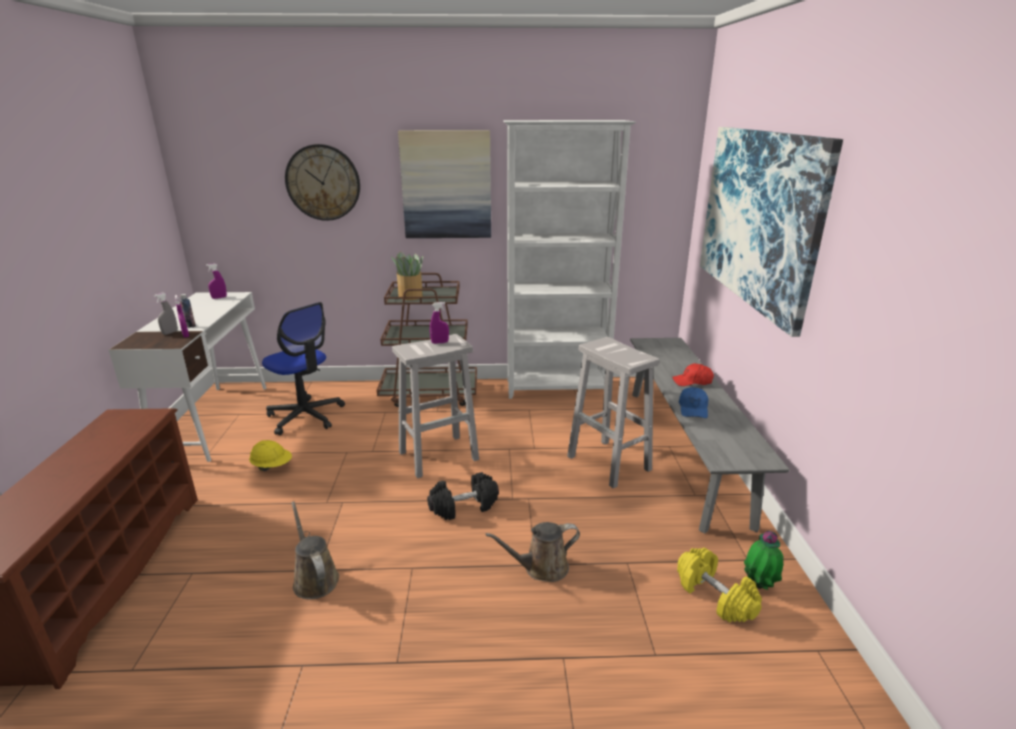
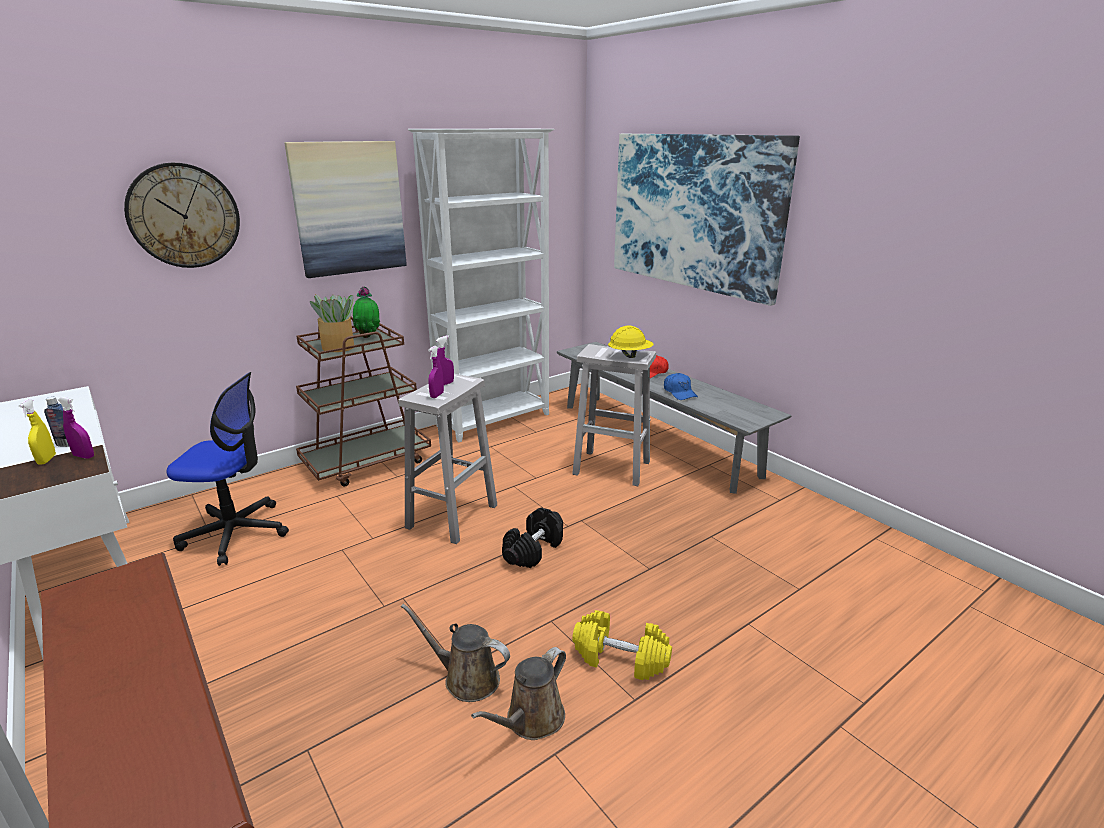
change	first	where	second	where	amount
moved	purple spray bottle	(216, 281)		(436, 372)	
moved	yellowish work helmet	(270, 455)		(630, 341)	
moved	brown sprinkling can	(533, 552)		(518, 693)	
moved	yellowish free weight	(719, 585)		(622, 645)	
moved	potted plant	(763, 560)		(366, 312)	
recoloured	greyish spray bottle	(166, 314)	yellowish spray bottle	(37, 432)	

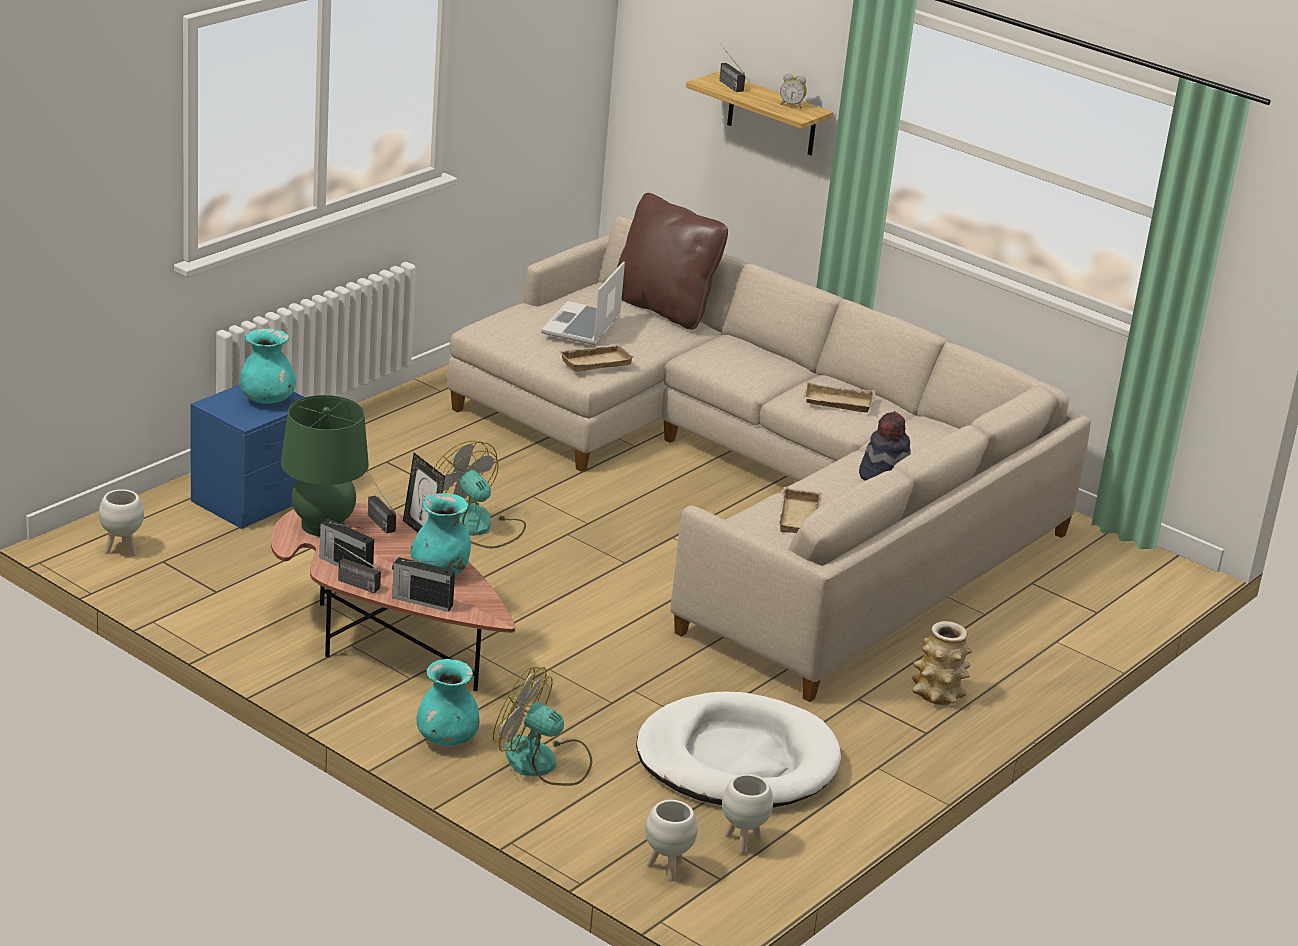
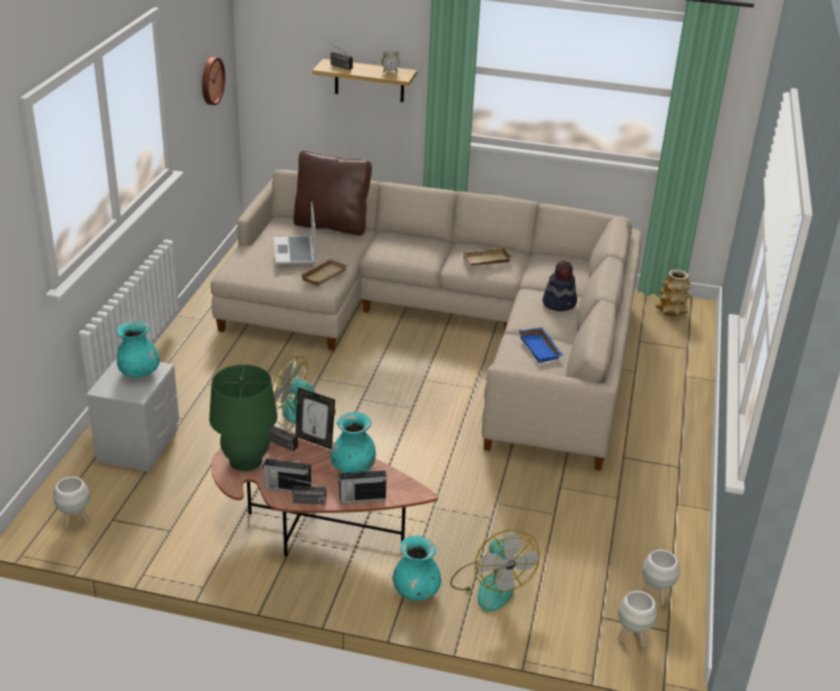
change	first	where	second	where	amount
removed	white-coloured dog cushion	(738, 750)			
added			wall clock	(213, 81)	
moved	decorative vase	(942, 663)		(674, 292)	
recoloured	bluish nightstand	(248, 457)	greyish nightstand	(132, 415)	
recoloured	beige serving tray	(800, 510)	bluish serving tray	(541, 345)	
turned	fan	(542, 726)		(495, 571)	105 degrees counterclockwise

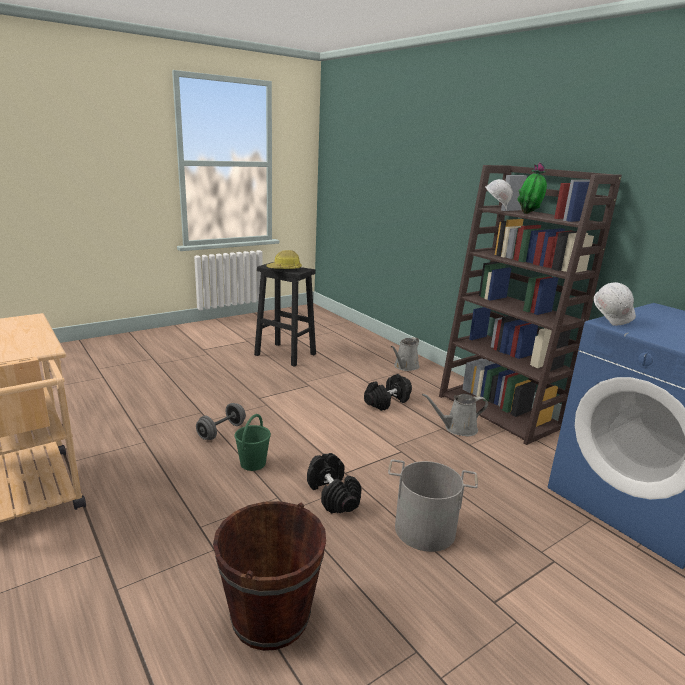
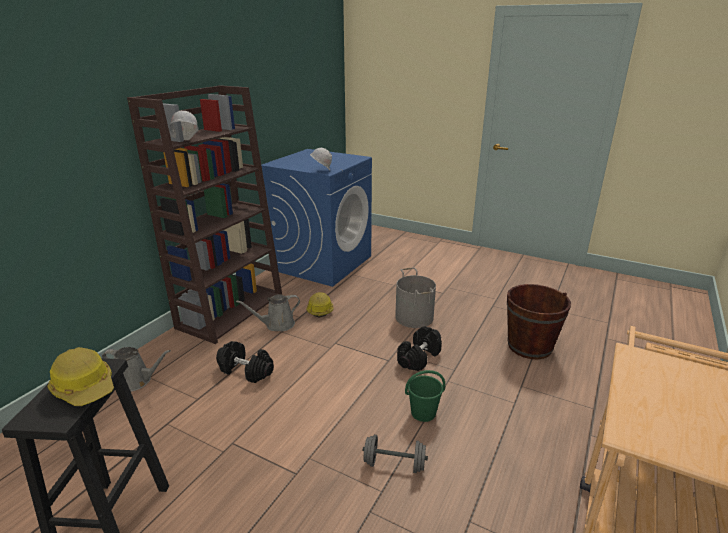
change	first	where	second	where	amount
removed	potted plant	(532, 188)			
added			work helmet	(319, 304)	
turned	greyish sprinkling can	(455, 415)		(268, 312)	105 degrees clockwise

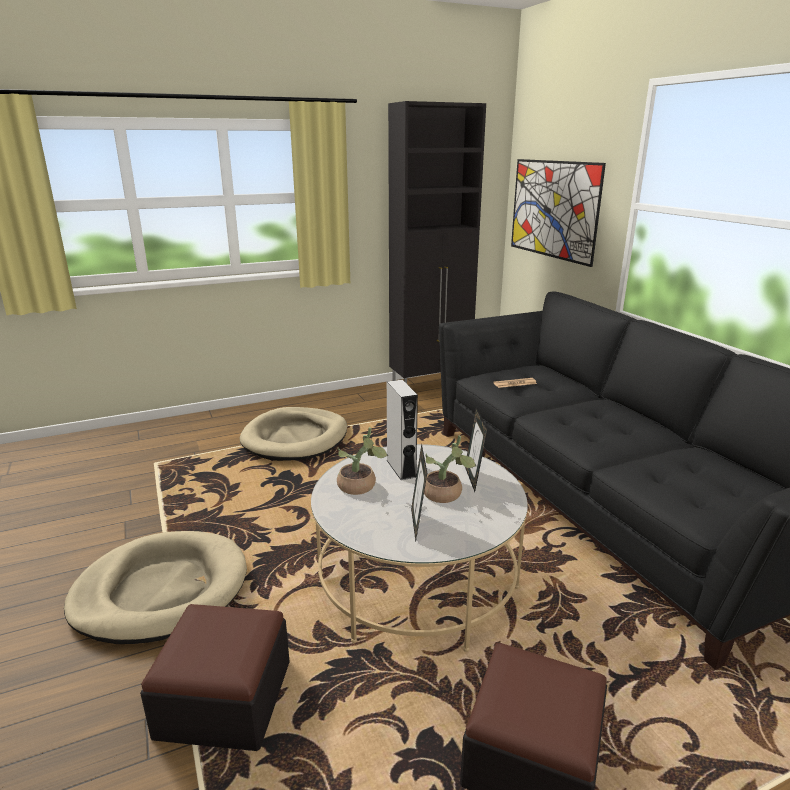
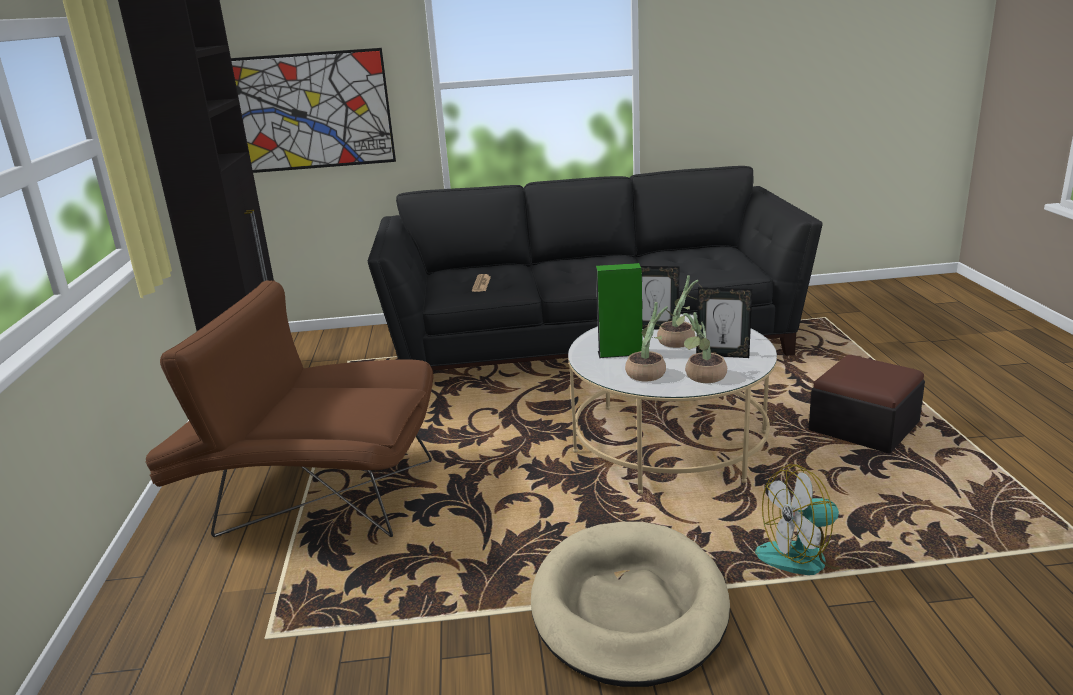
change	first	where	second	where	amount
added			potted plant	(701, 347)	
replaced	footrest	(215, 677)	fan	(804, 519)	
replaced	beige dog cushion	(293, 434)	brown lounge chair	(290, 408)	
recoloured	greyish speaker	(402, 430)	greenish speaker	(619, 310)	

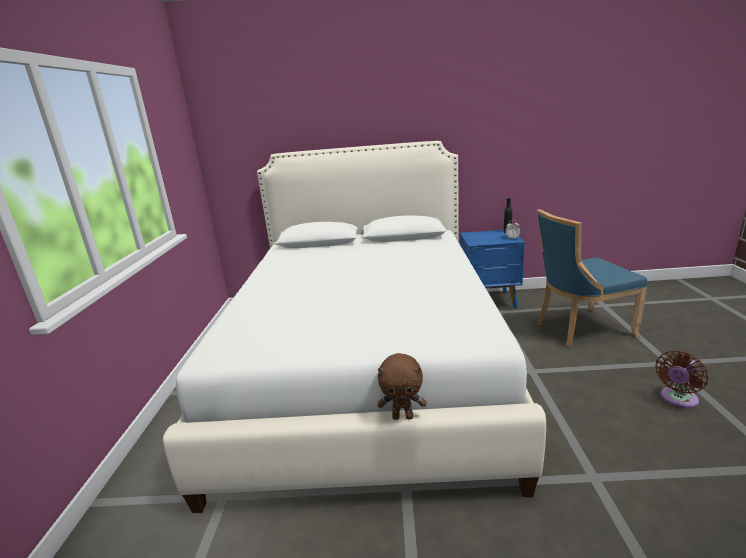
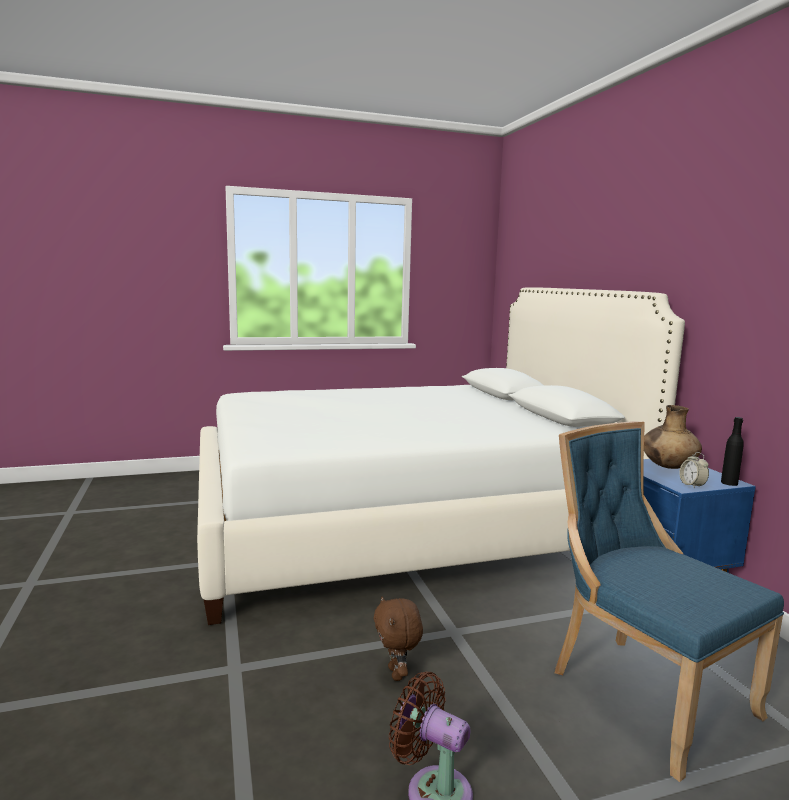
change	first	where	second	where	amount
added			brown decorative vase	(673, 437)	
moved	brown cuddly toy	(402, 386)		(398, 638)	

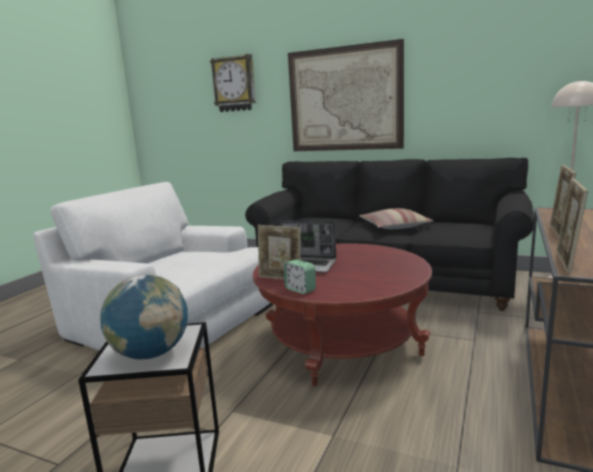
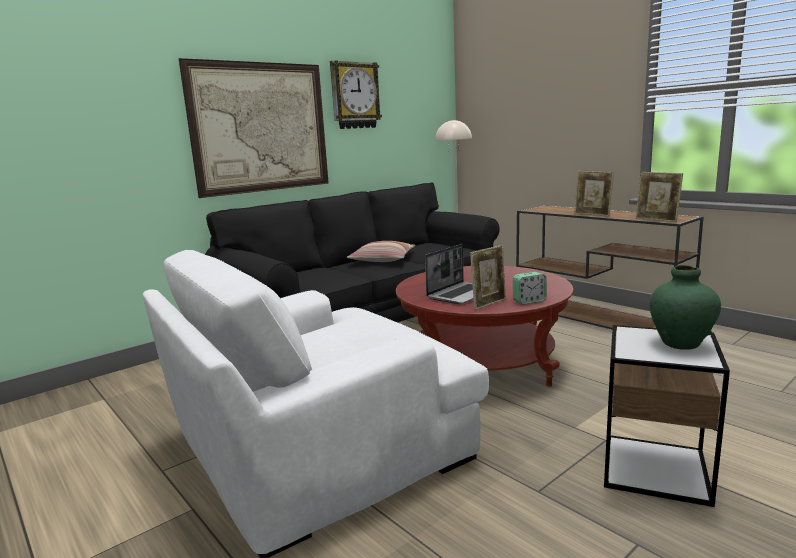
change	first	where	second	where	amount
moved	wall clock	(233, 83)		(356, 94)	
replaced	world globe	(144, 317)	greenish decorative vase	(685, 307)	

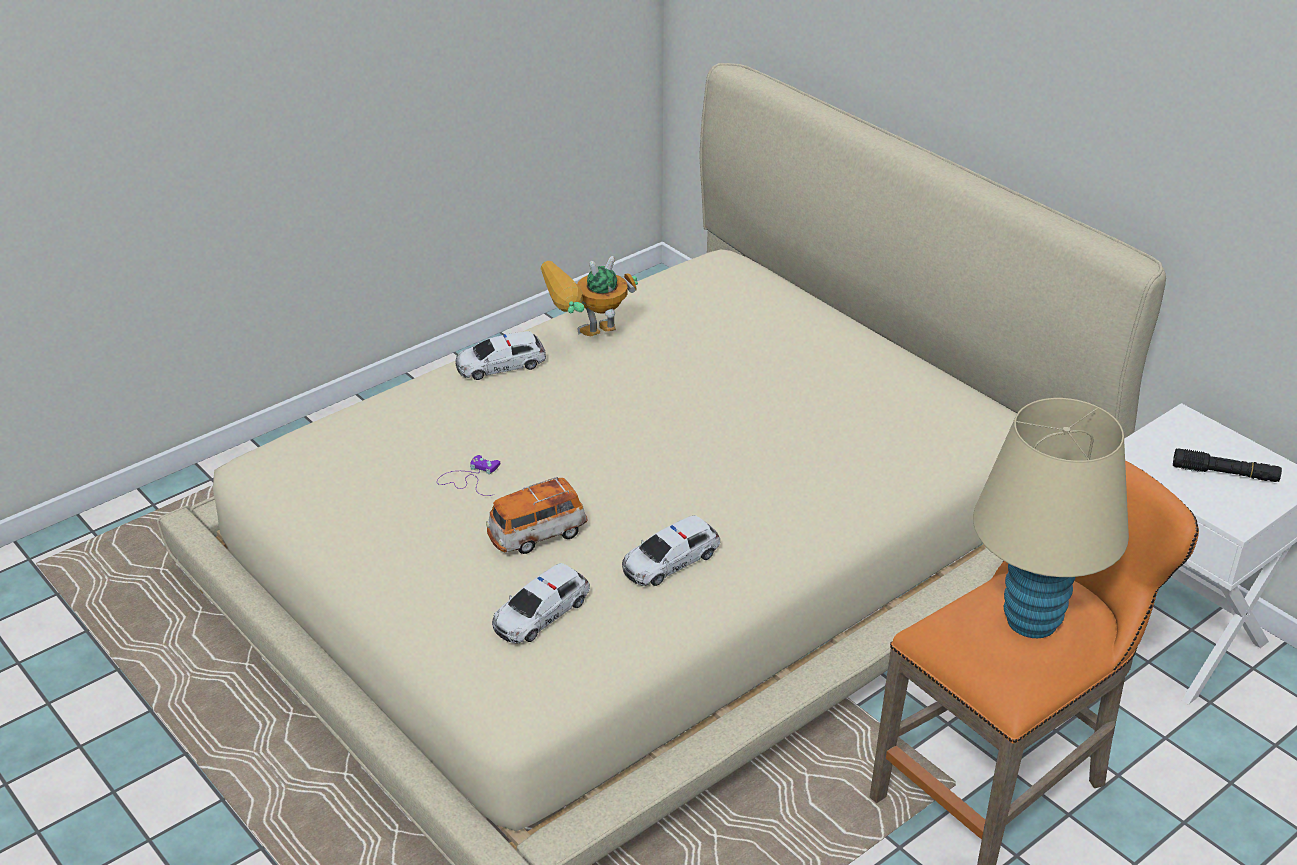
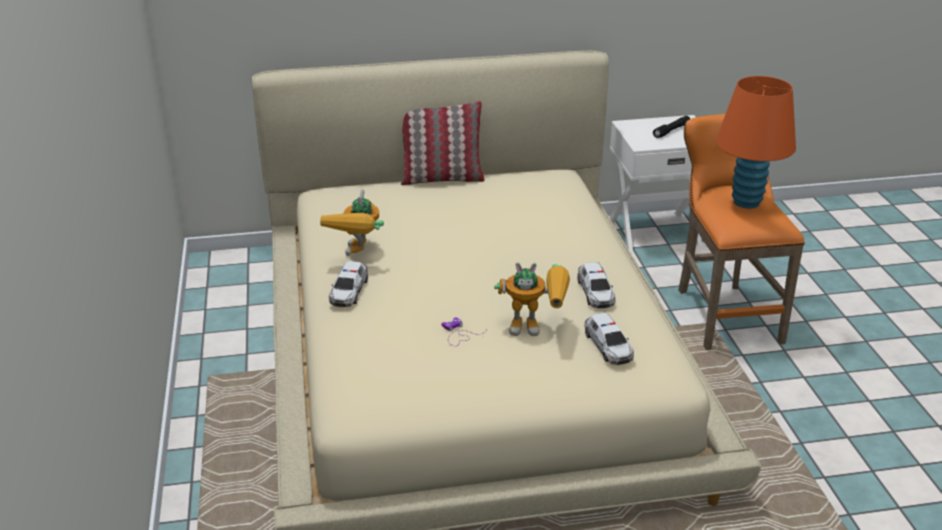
change	first	where	second	where	amount
added			throw pillow	(443, 143)	
replaced	miniature car	(537, 515)	toy robot	(532, 299)	
recoloured	beige tabletop lamp	(1051, 518)	orangey tabletop lamp	(756, 142)	

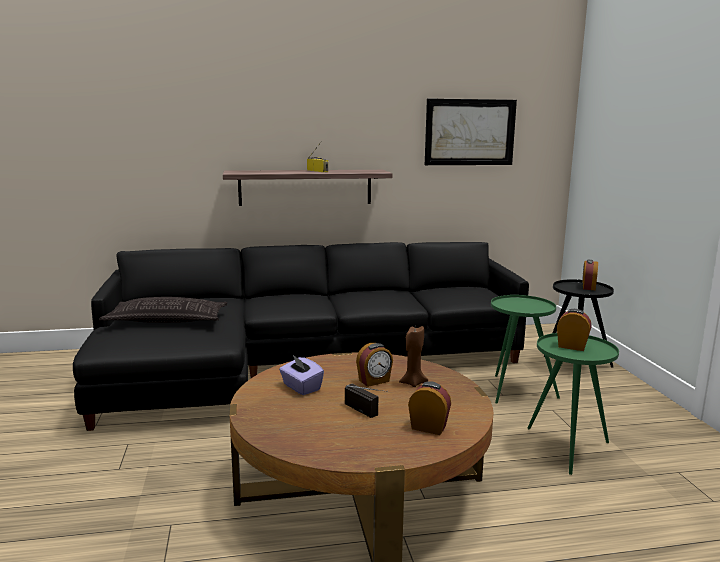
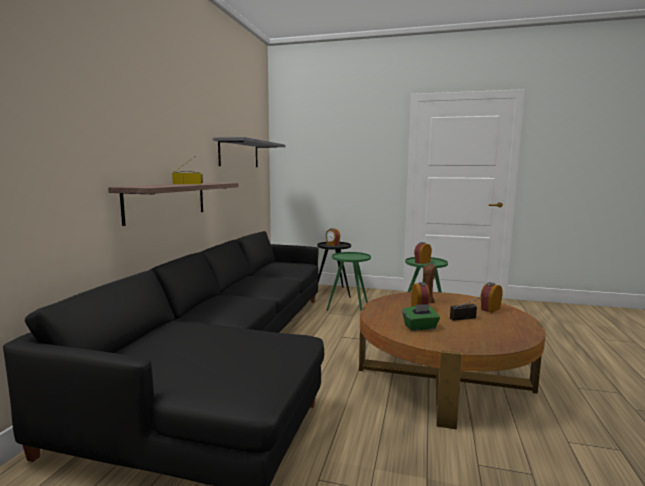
change	first	where	second	where	amount
removed	throw pillow	(163, 310)			
replaced	wall art	(471, 132)	greyish shelf	(249, 152)	
recoloured	purple tissue box	(301, 375)	greenish tissue box	(421, 317)	

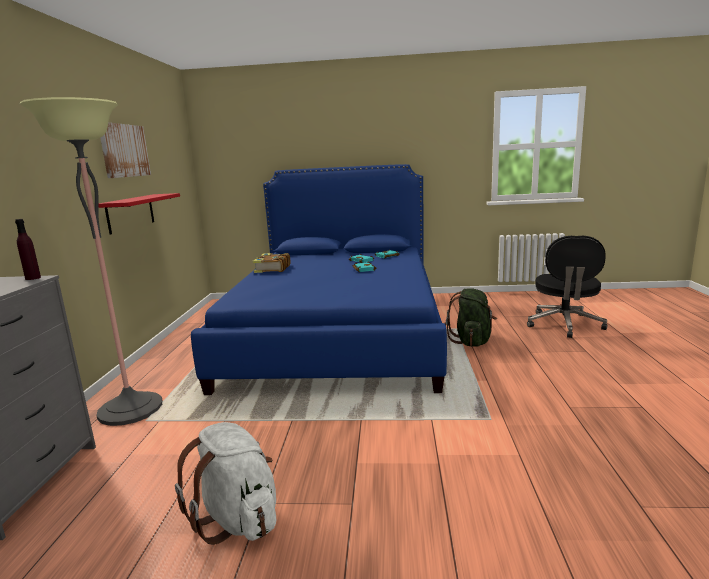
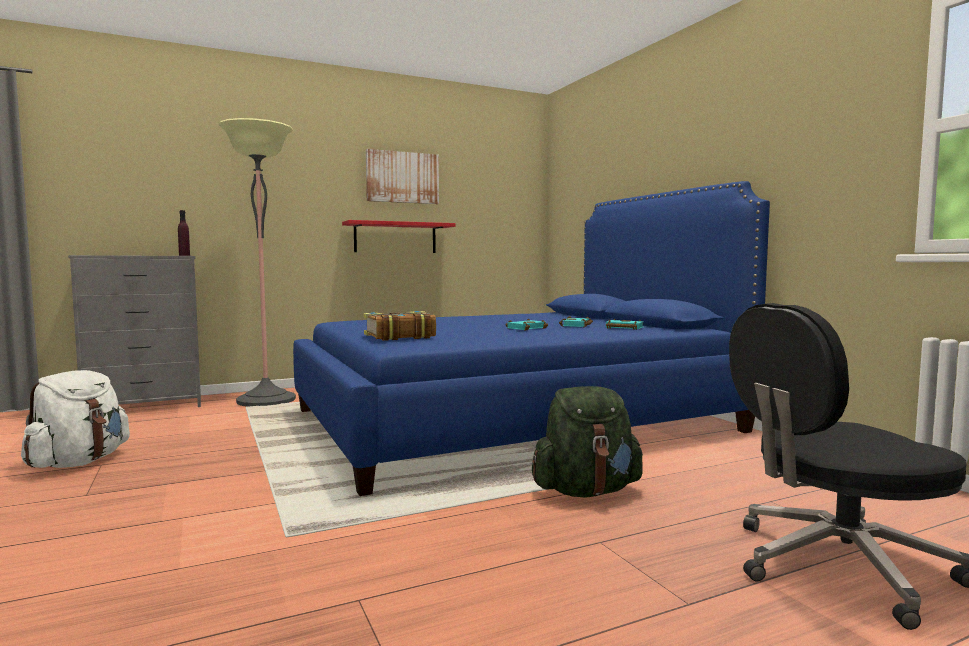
change	first	where	second	where	amount
moved	book	(272, 263)		(400, 326)	

